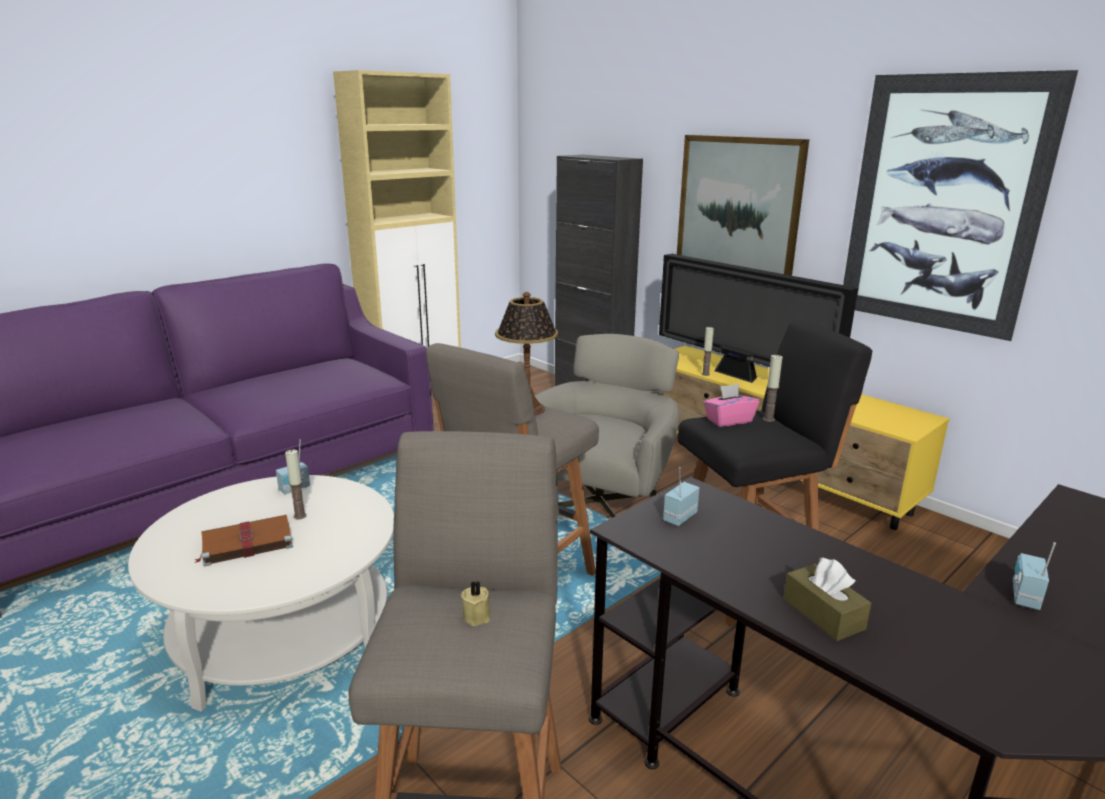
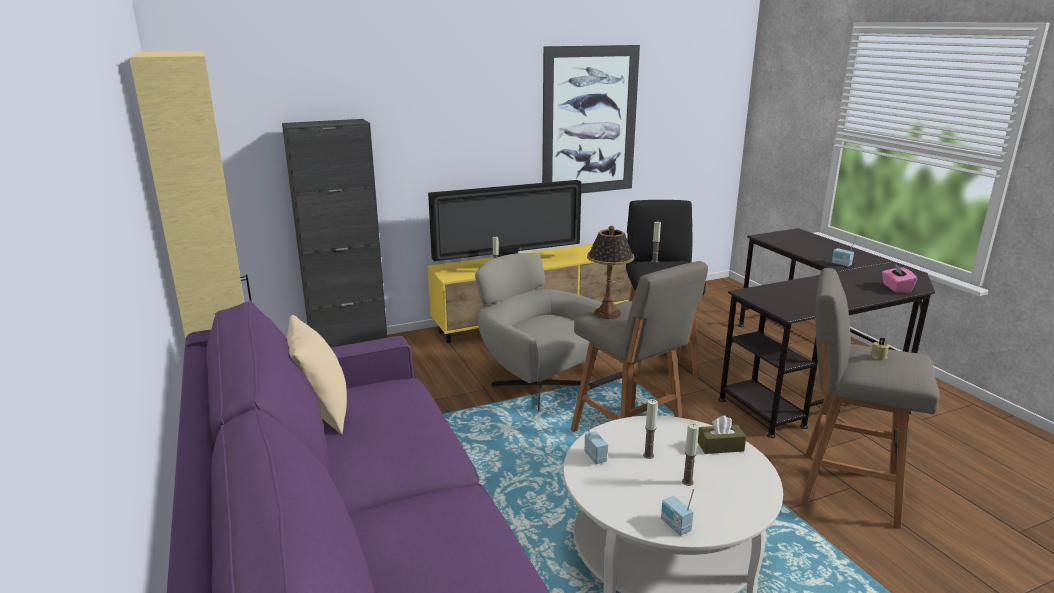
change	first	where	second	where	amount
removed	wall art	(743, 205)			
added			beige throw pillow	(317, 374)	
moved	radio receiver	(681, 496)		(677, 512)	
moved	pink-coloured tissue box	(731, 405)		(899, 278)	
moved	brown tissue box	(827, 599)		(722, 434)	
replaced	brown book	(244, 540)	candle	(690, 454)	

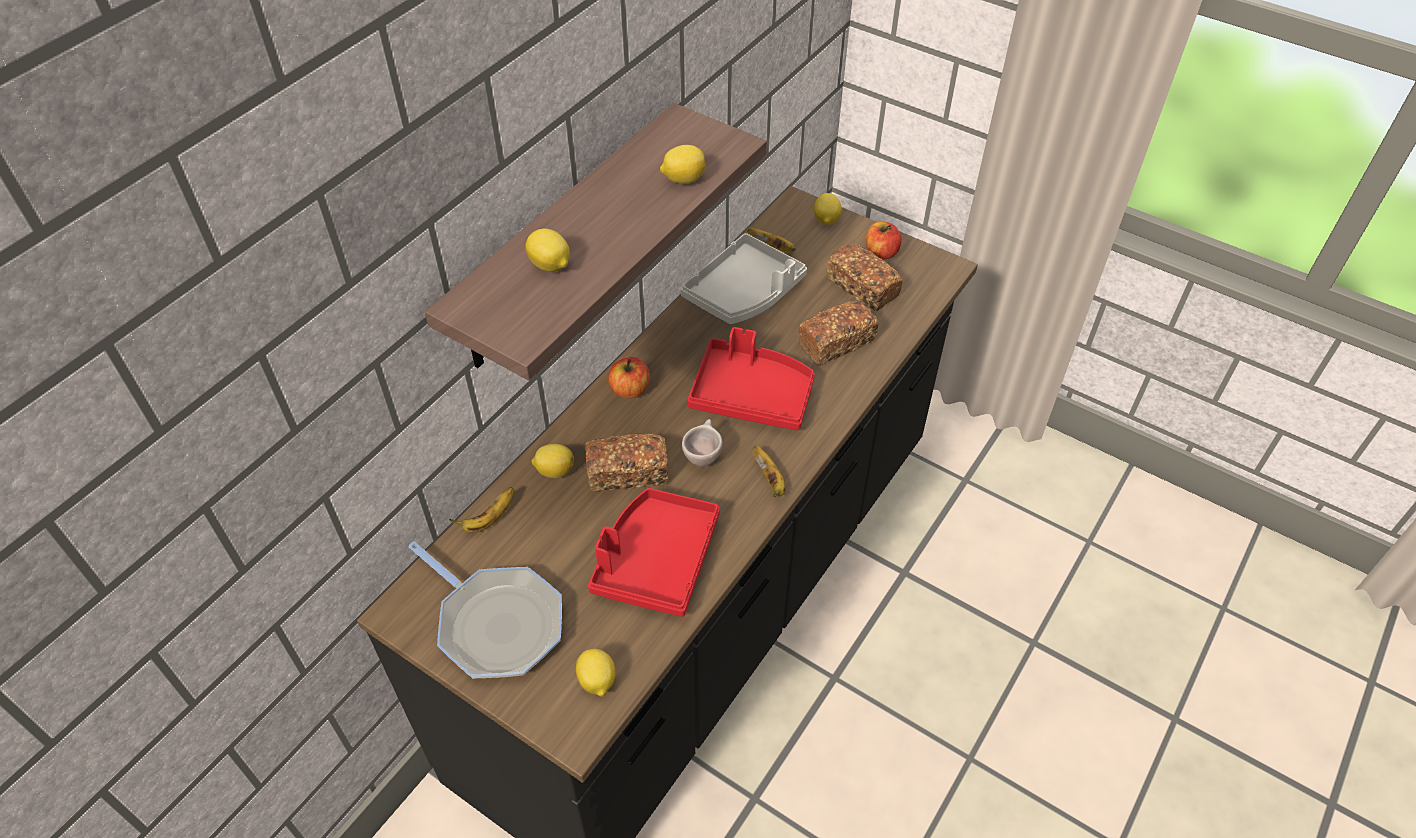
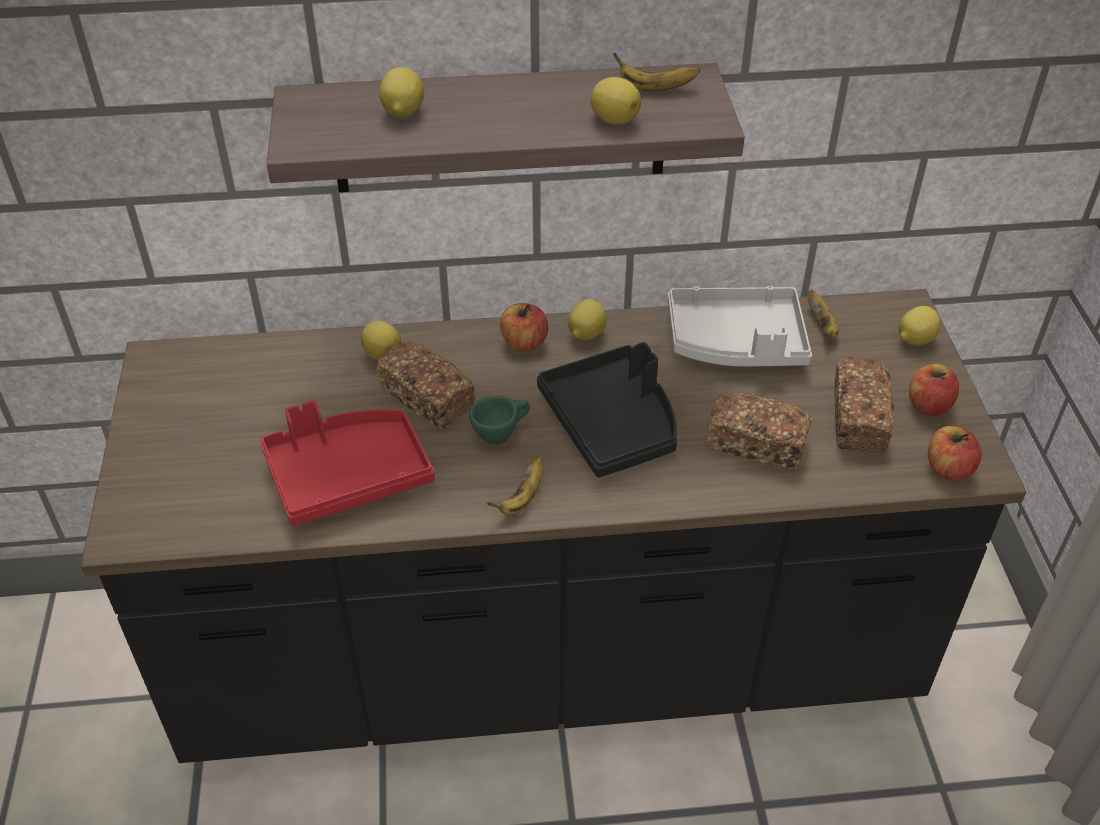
change	first	where	second	where	amount
removed	pan	(485, 610)			
added			apple fruit	(955, 453)	
moved	banana	(482, 510)		(657, 72)	
moved	whole lemon	(596, 673)		(587, 319)	
recoloured	beige cup	(702, 443)	greenish cup	(499, 419)	
recoloured	reddish serving tray	(751, 378)	black-coloured serving tray	(607, 409)	

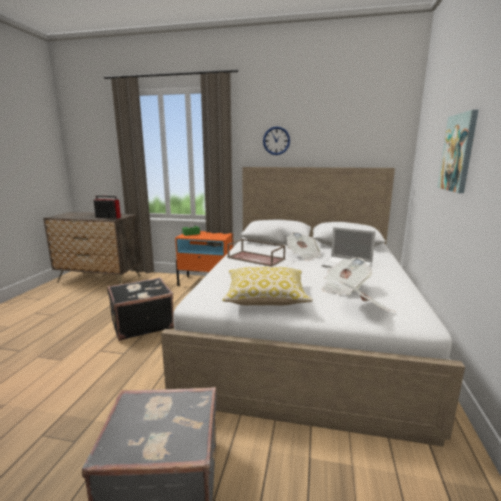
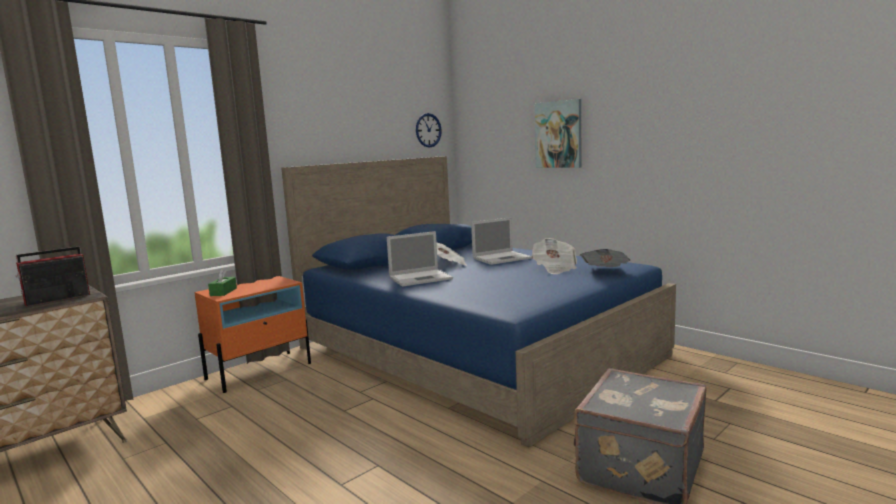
change	first	where	second	where	amount
removed	black-coloured piece of luggage	(140, 309)			
removed	throw pillow	(267, 286)			
moved	wall clock	(276, 140)		(429, 130)	
replaced	brown serving tray	(256, 253)	laptop	(420, 259)	
recoloured	white-coloured bedroom bed	(313, 307)	bluish bedroom bed	(478, 301)	

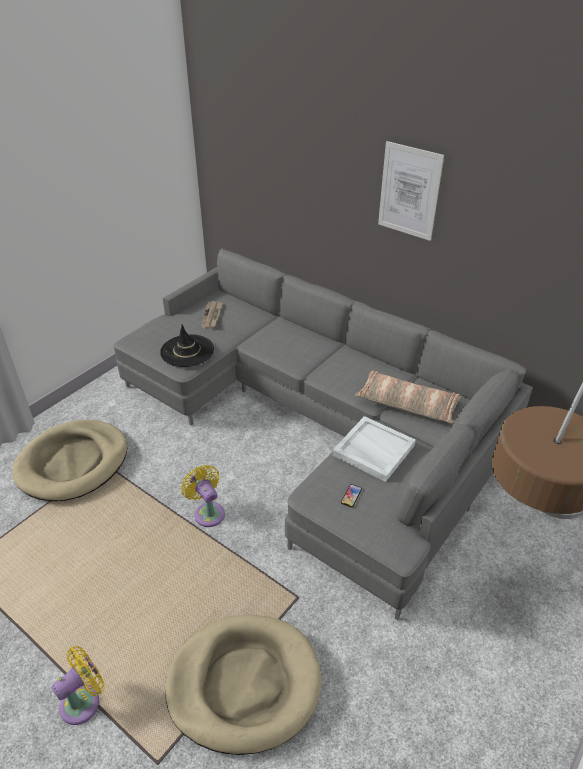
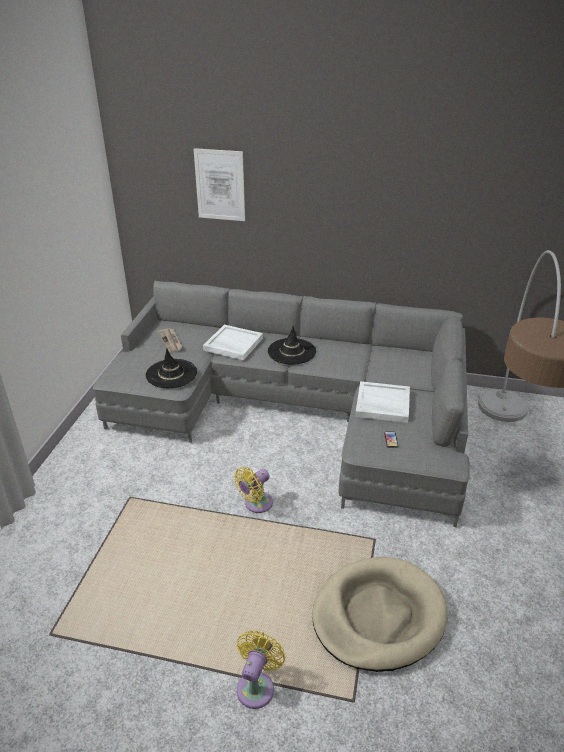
change	first	where	second	where	amount
removed	beige dog cushion	(70, 460)			
removed	throw pillow	(408, 397)			
added			white-coloured serving tray	(233, 342)	
added			black-coloured hat	(292, 345)	
moved	wall art	(411, 191)		(219, 184)	
turned	yellowish fan	(203, 496)		(253, 490)	75 degrees counterclockwise

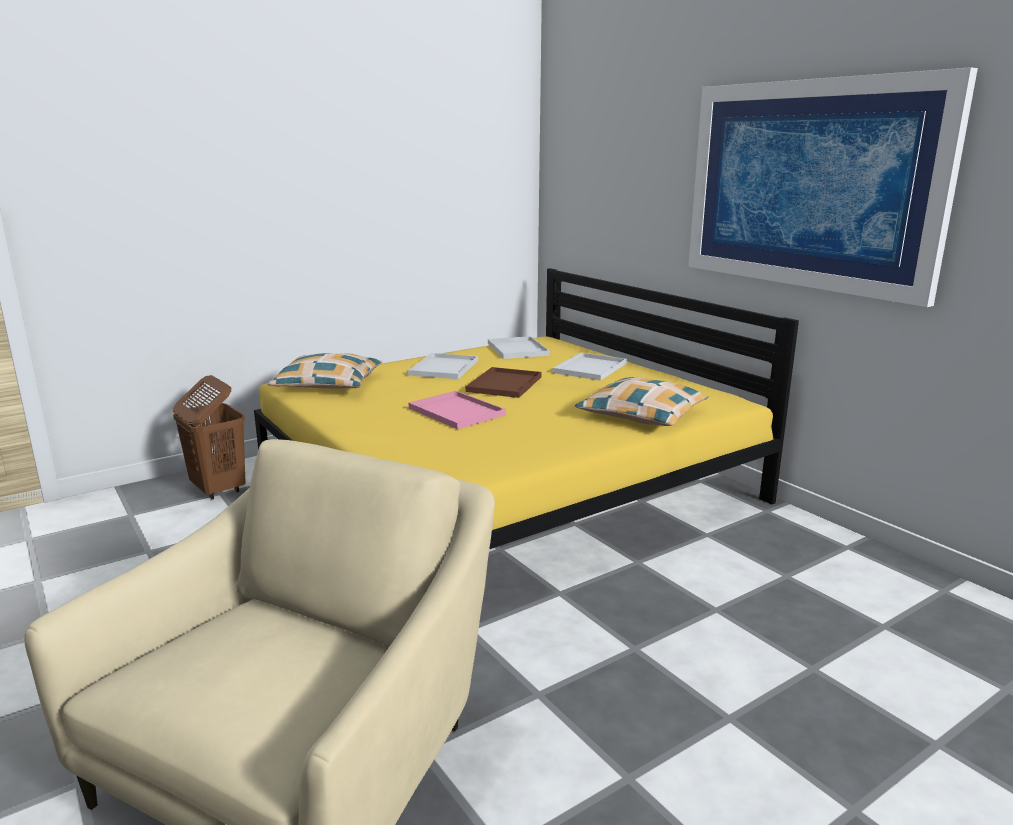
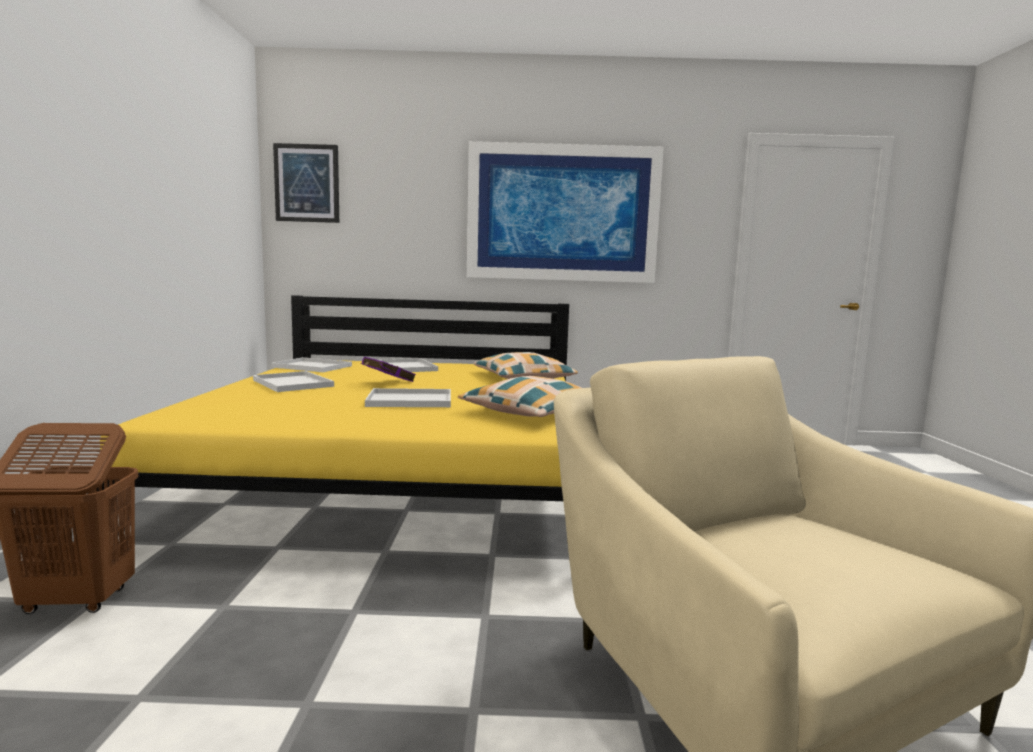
change	first	where	second	where	amount
added			wall art	(306, 183)	
moved	throw pillow	(325, 371)		(520, 396)	
replaced	brown serving tray	(504, 382)	purple book	(389, 369)	
recoloured	pink-coloured serving tray	(457, 410)	white-coloured serving tray	(408, 397)	

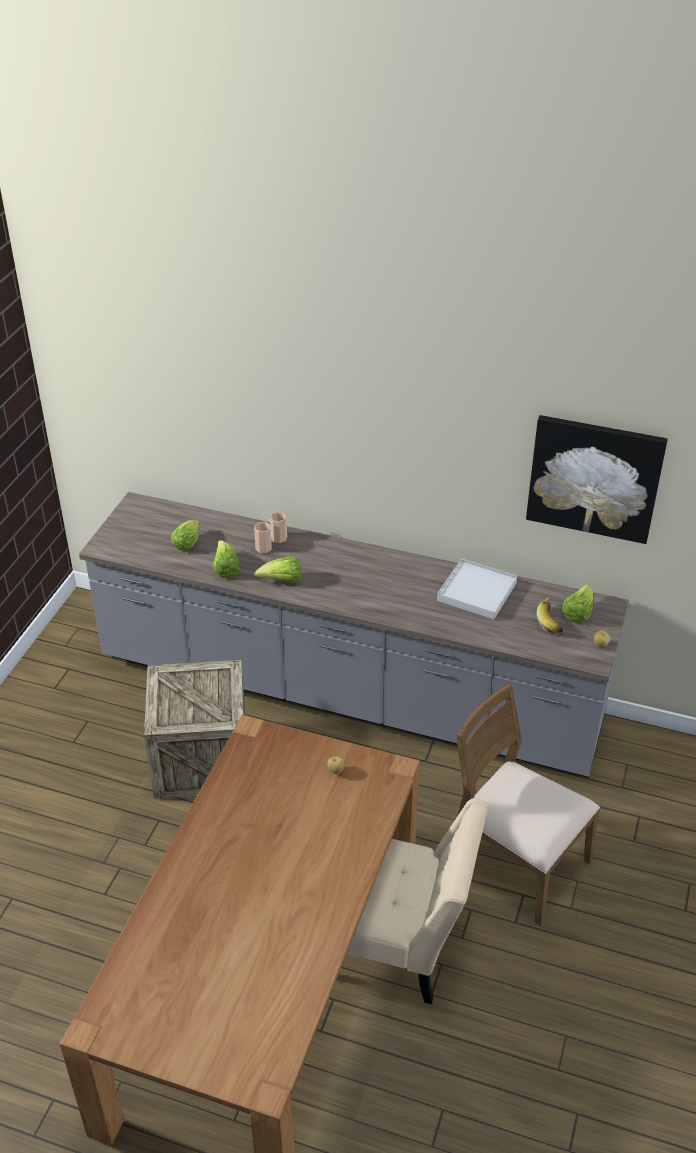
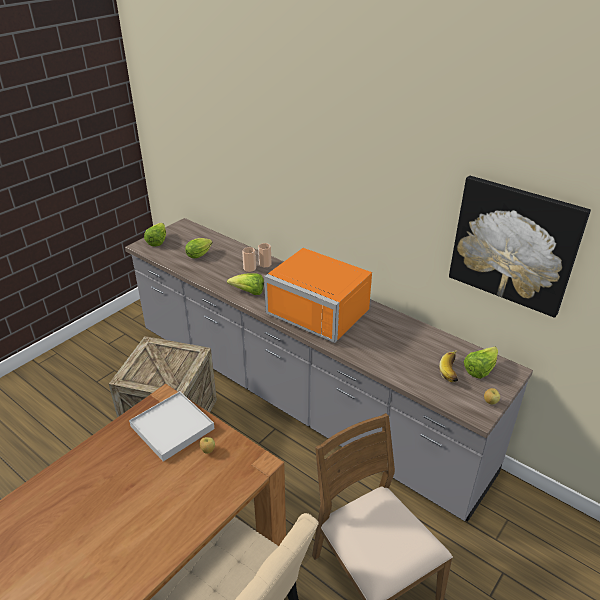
change	first	where	second	where	amount
added			orangey microwave	(318, 295)	
moved	lettuce	(226, 559)		(155, 235)	
moved	white-coloured serving tray	(477, 588)		(172, 426)	

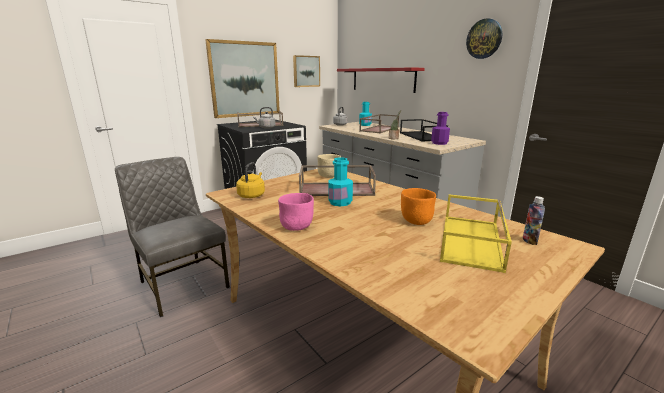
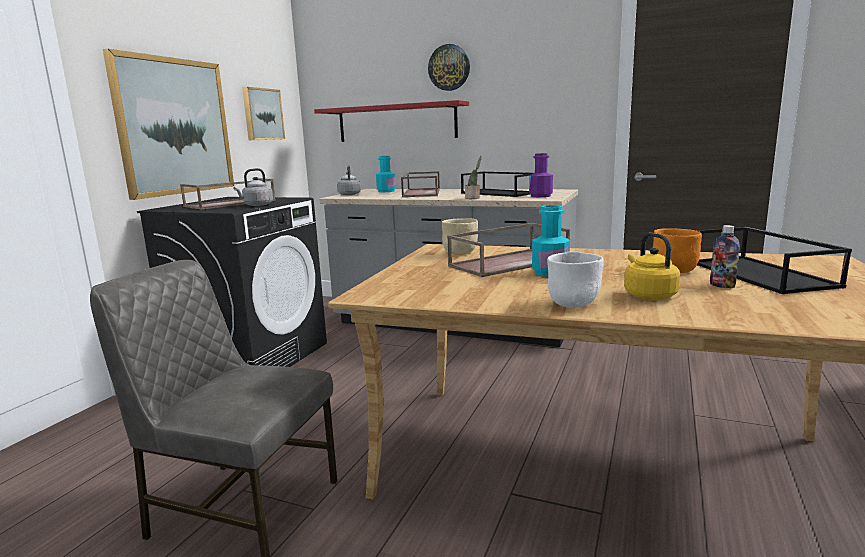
change	first	where	second	where	amount
moved	yellowish kettle	(250, 180)		(652, 266)	
moved	wall clock	(484, 38)		(449, 67)	
moved	drink bottle	(534, 220)		(725, 257)	
recoloured	pink-coloured serving bowl	(296, 212)	white-coloured serving bowl	(575, 280)	
recoloured	yellowish serving tray	(476, 233)	black-coloured serving tray	(774, 260)	

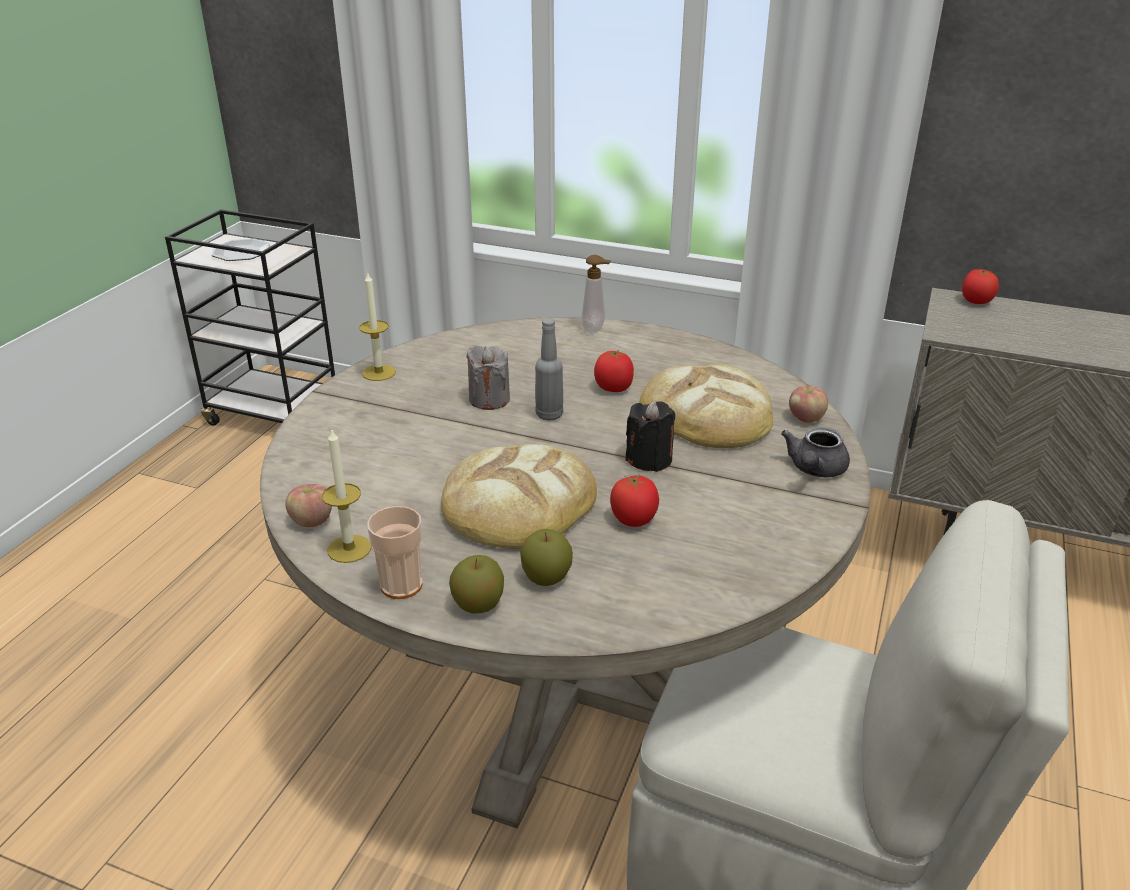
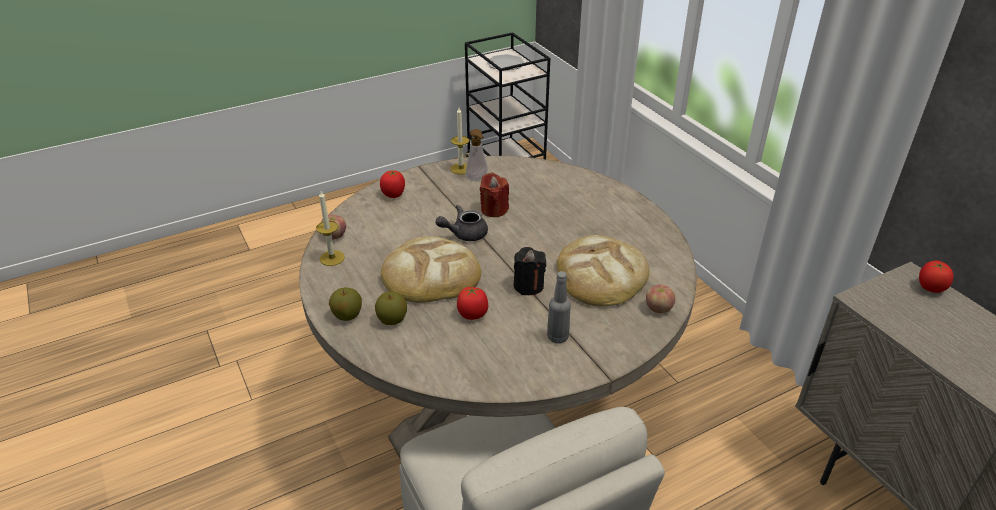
change	first	where	second	where	amount
removed	cup	(395, 552)			
moved	greyish drink bottle	(549, 369)		(559, 307)	
moved	liquid soap bottle	(597, 294)		(477, 155)	
moved	tomato	(614, 371)		(392, 184)	
moved	greyish pot for tea	(815, 452)		(462, 223)	
recoloured	greyish candle	(488, 377)	reddish candle	(494, 195)	

